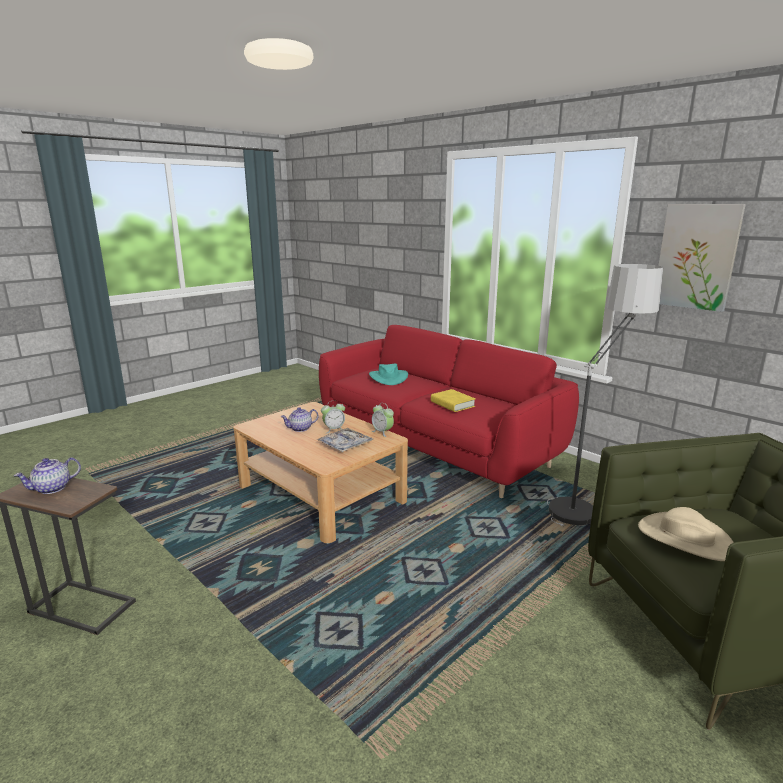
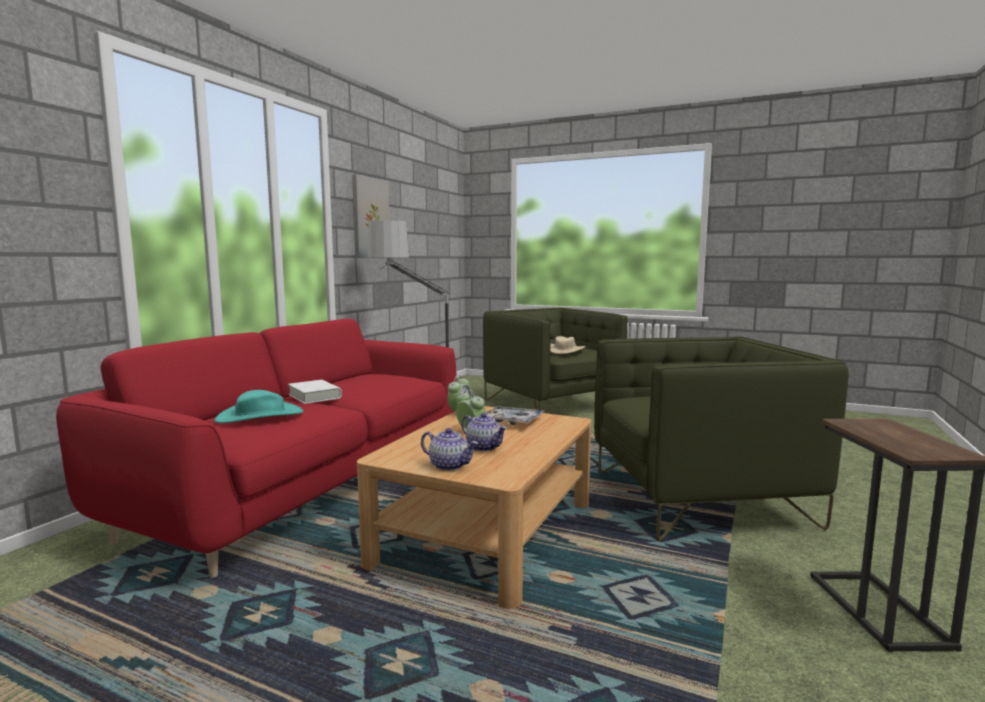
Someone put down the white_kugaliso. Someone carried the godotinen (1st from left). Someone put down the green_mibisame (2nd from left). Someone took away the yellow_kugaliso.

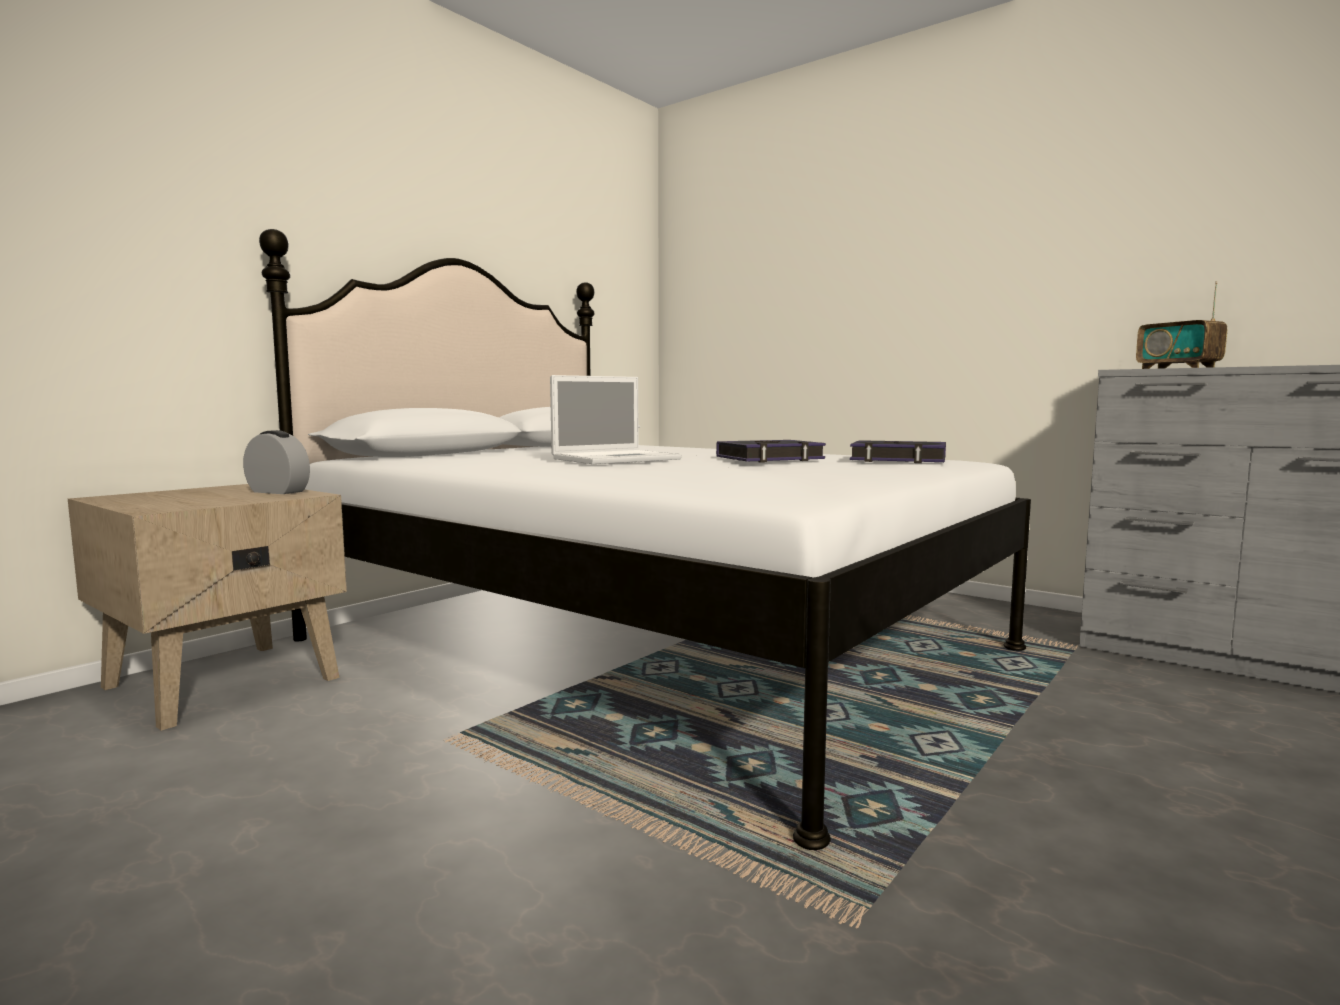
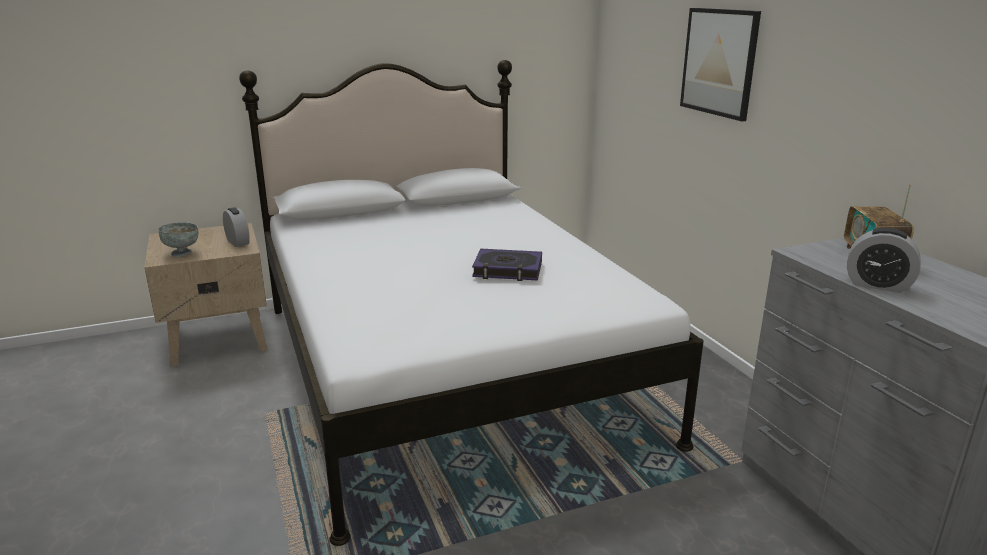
Someone put down the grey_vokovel. Someone put up the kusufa. Someone put down the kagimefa (2nd from left). Someone took away the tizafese. Someone took away the kugaliso (2nd from left).

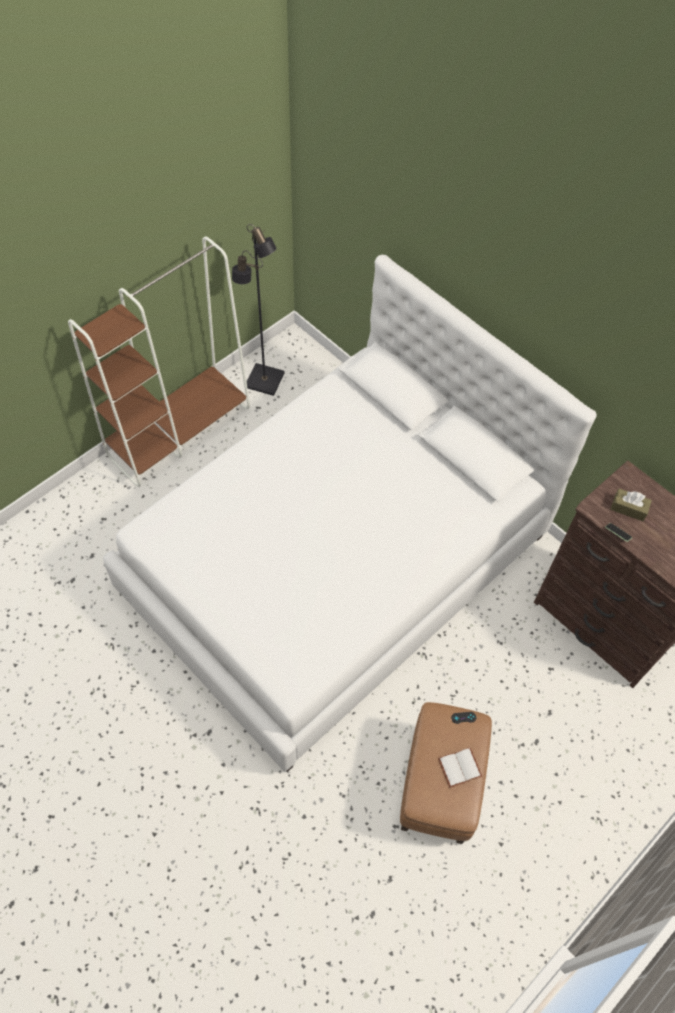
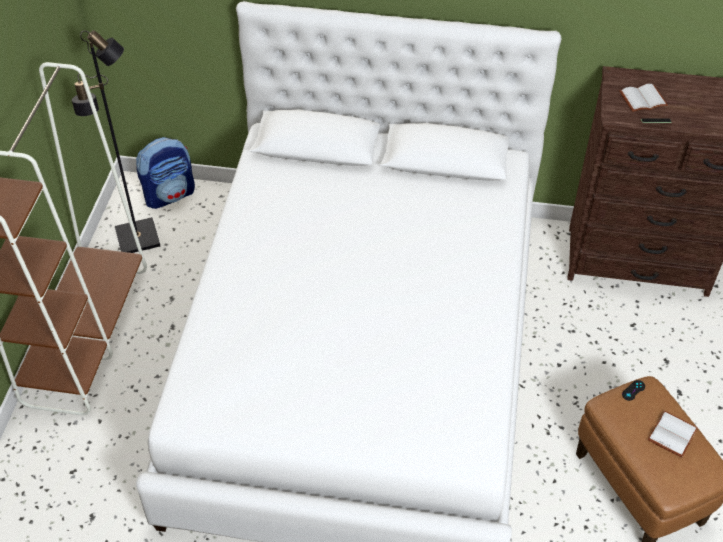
Someone put down the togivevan. Someone swapped the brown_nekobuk for the white_kugaliso (1st from left).

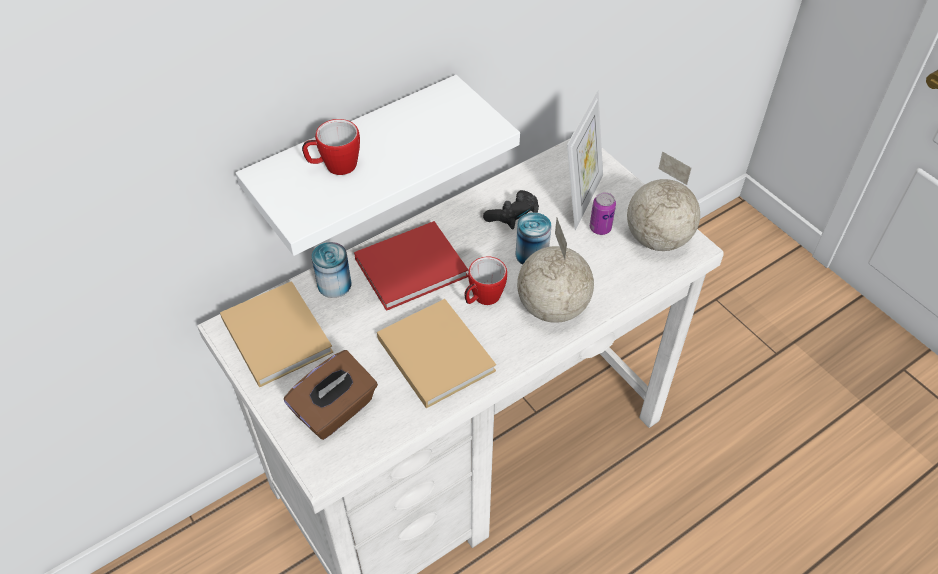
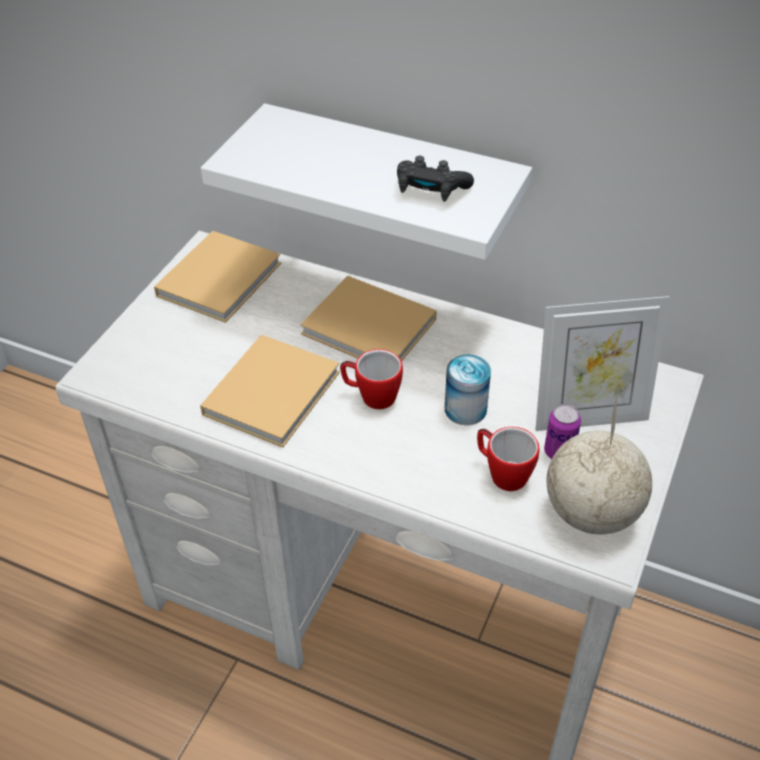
Someone repainted the red_kugaliso, which became the beige_kugaliso (3rd from left). Someone carried the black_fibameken. Someone carried the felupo (1st from left in the first image). Someone took away the brown_nekobuk. Someone took away the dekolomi (1st from left). Someone took away the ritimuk (1st from left).

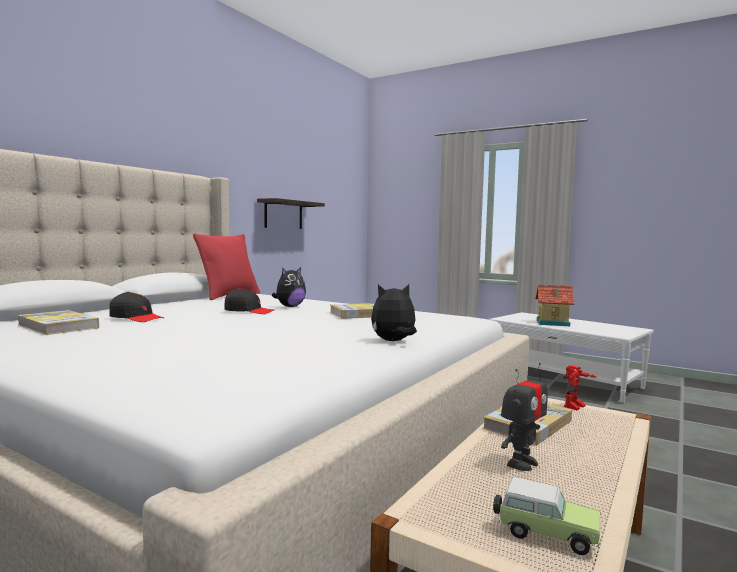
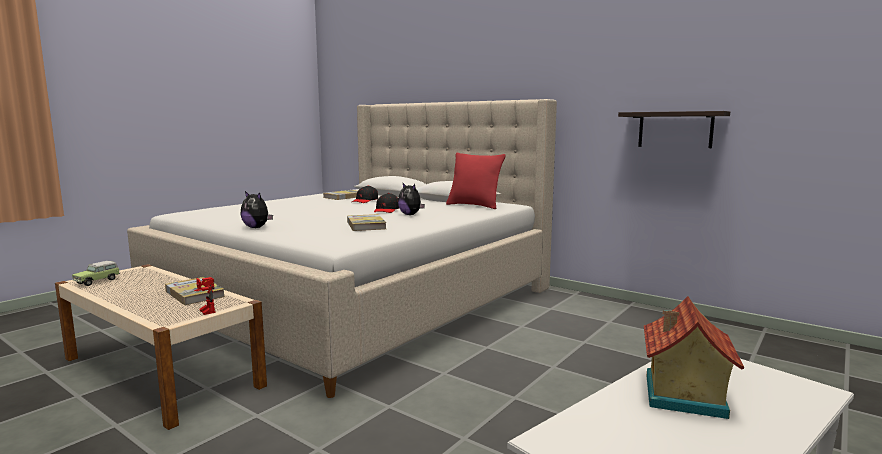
Someone rotated the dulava (2nd from left in the first image) by 135 degrees clockwise. Someone took away the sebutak (1st from left).

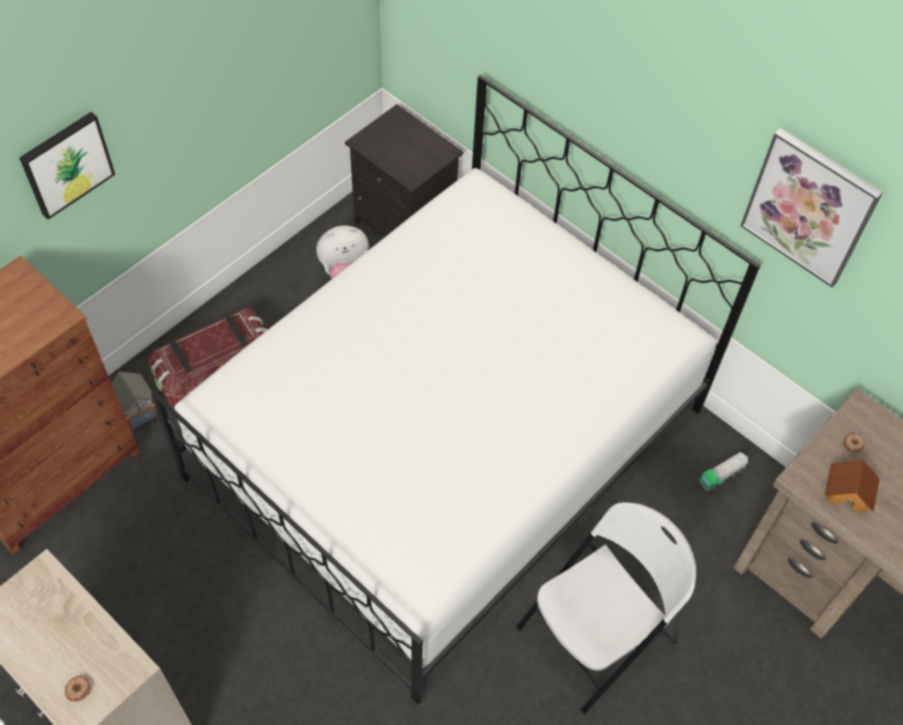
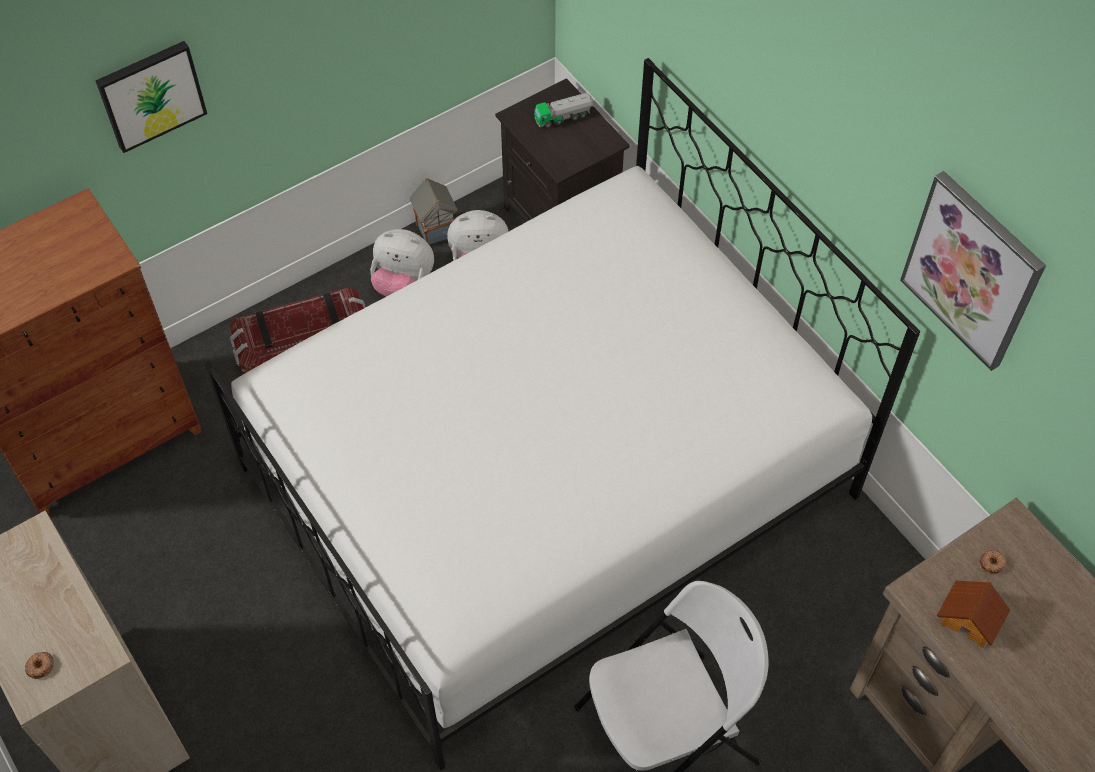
Someone put down the dulava (1st from left). Someone carried the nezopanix (1st from left). Someone carried the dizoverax.

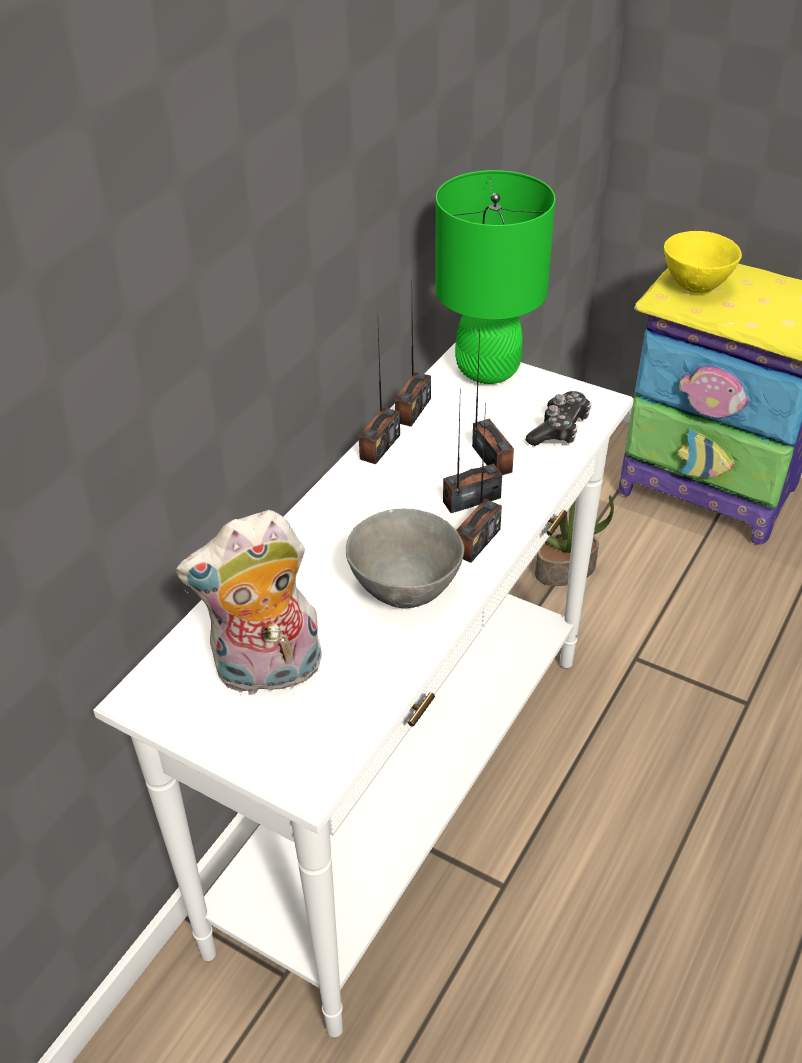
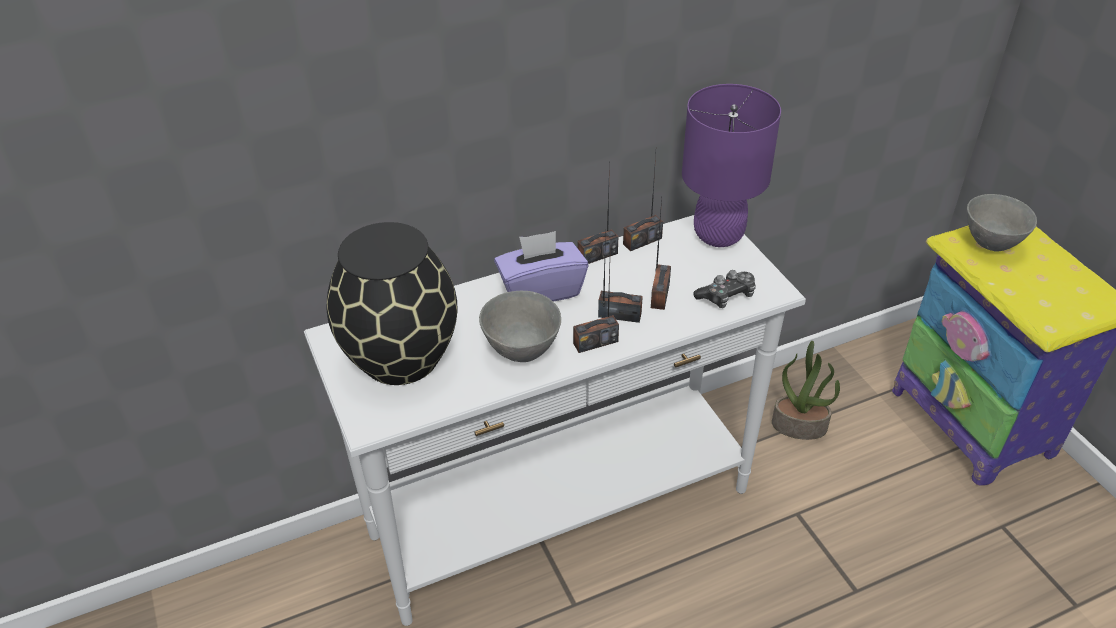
Someone swapped the dulava for the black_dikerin. Someone put down the purple_nekobuk. Someone repainted the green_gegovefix, which became the purple_gegovefix. Someone repainted the yellow_vokovel, which became the grey_vokovel (2nd from left).

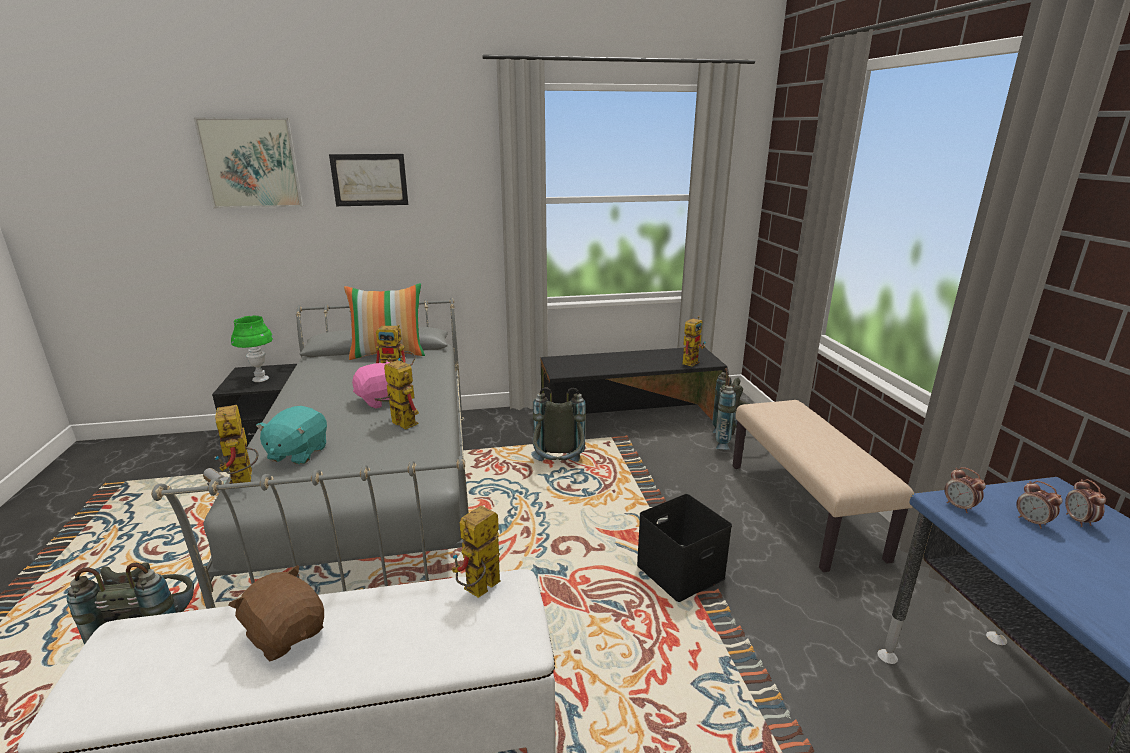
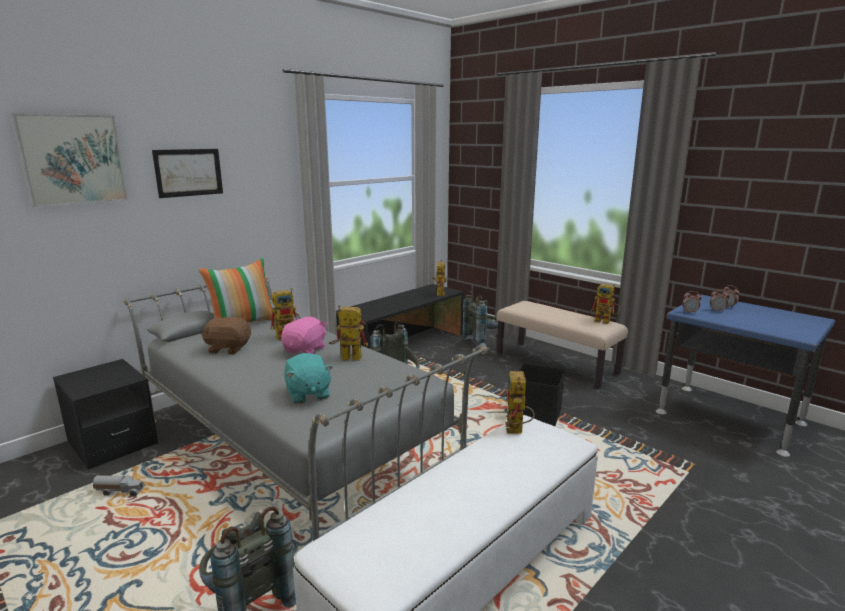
Someone carried the brown_dulava. Someone carried the sebutak (1st from left in the first image). Someone took away the green_gegovefix.

